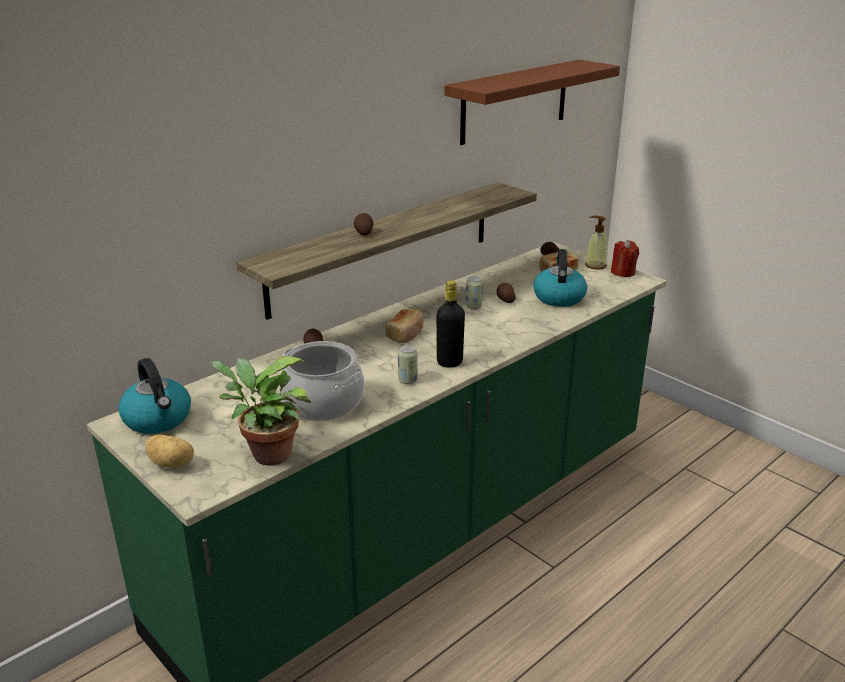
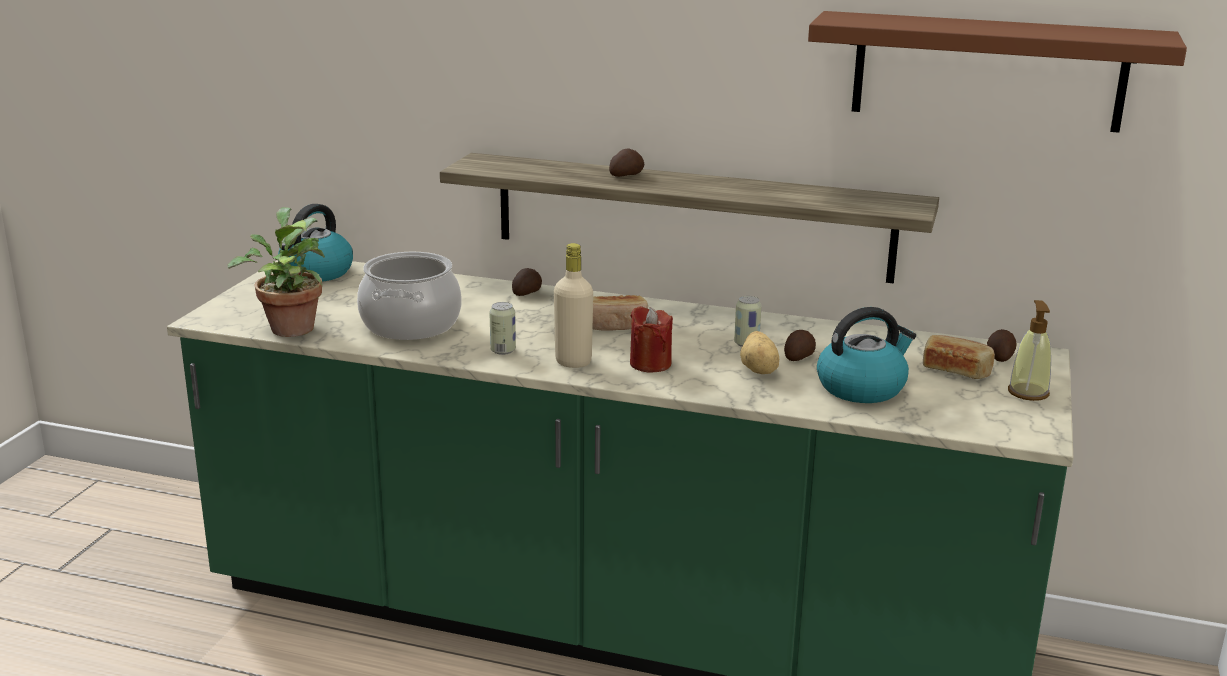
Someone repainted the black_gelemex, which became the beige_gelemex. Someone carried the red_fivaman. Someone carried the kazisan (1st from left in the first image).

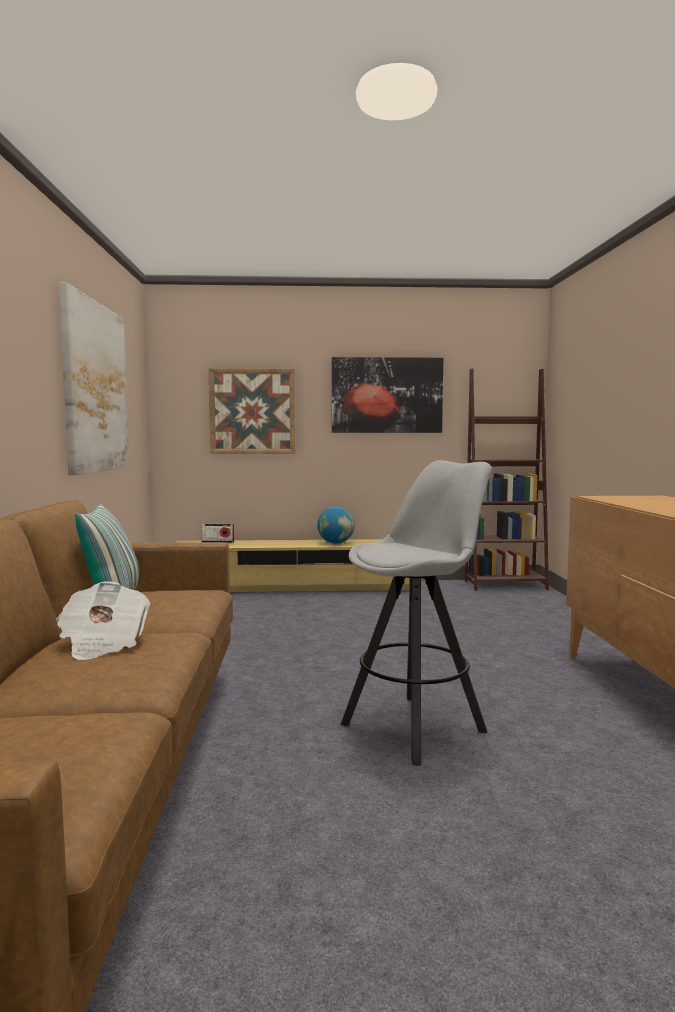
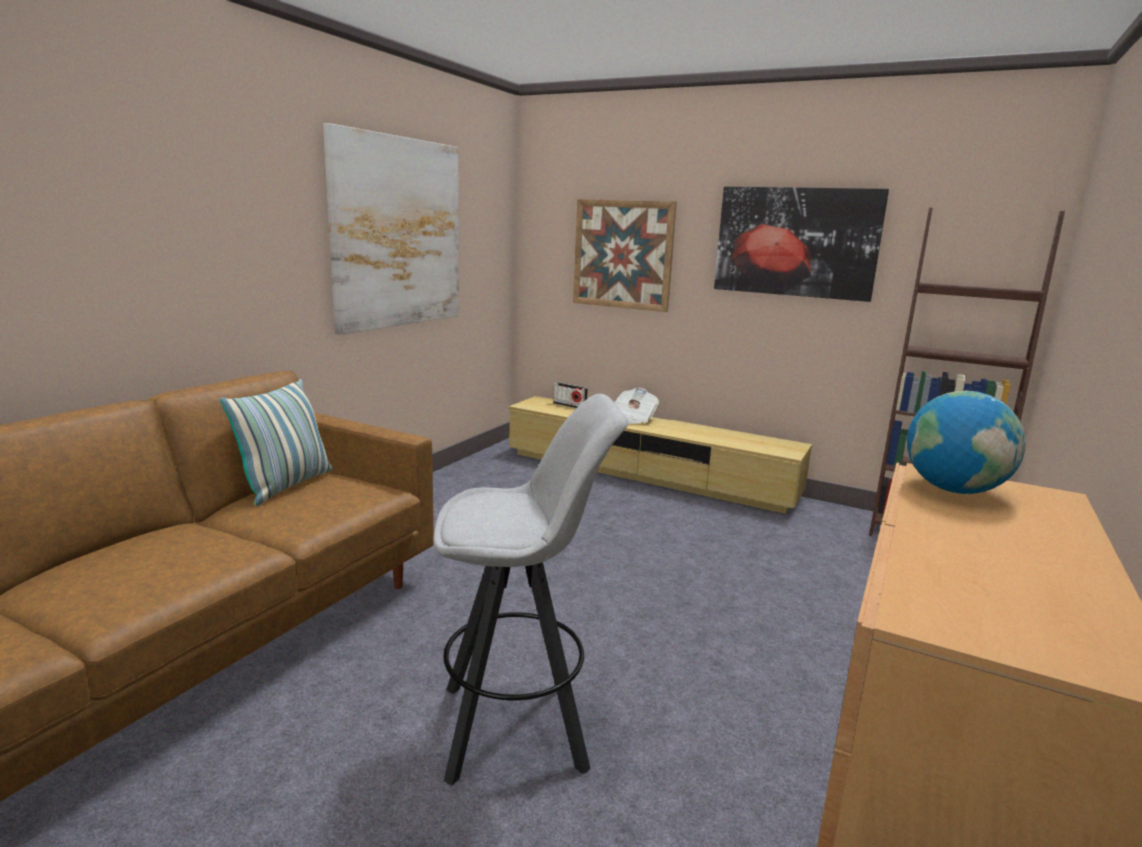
Someone carried the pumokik. Someone carried the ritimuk.

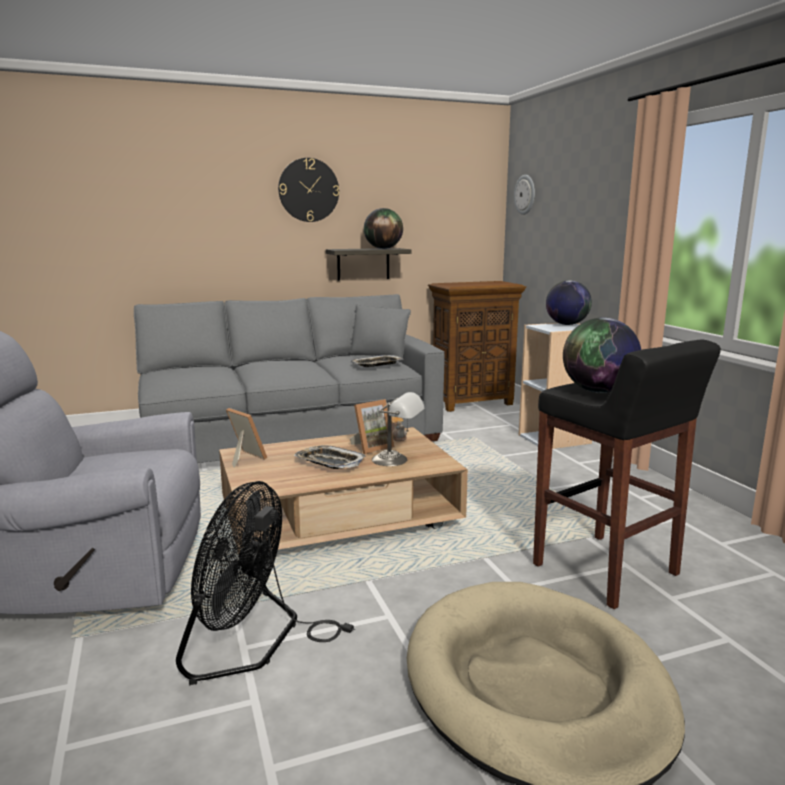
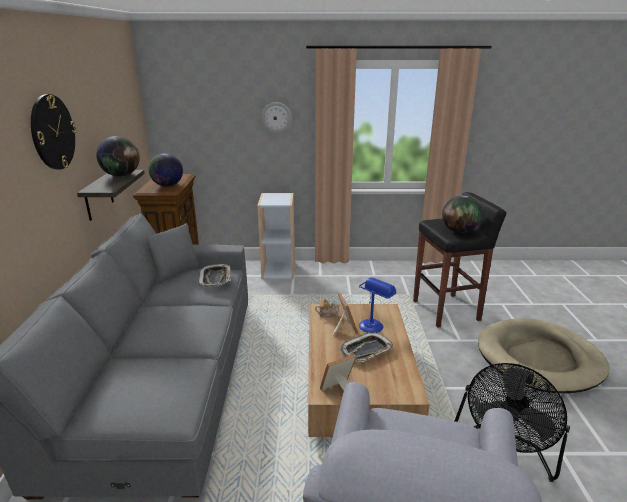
Someone carried the ritimuk (2nd from left). Someone carried the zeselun (2nd from left). Someone repainted the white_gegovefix, which became the blue_gegovefix.

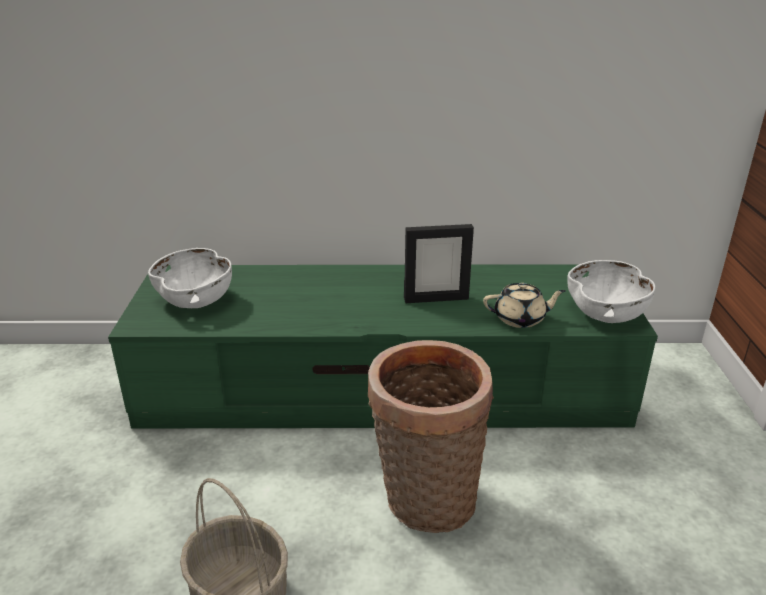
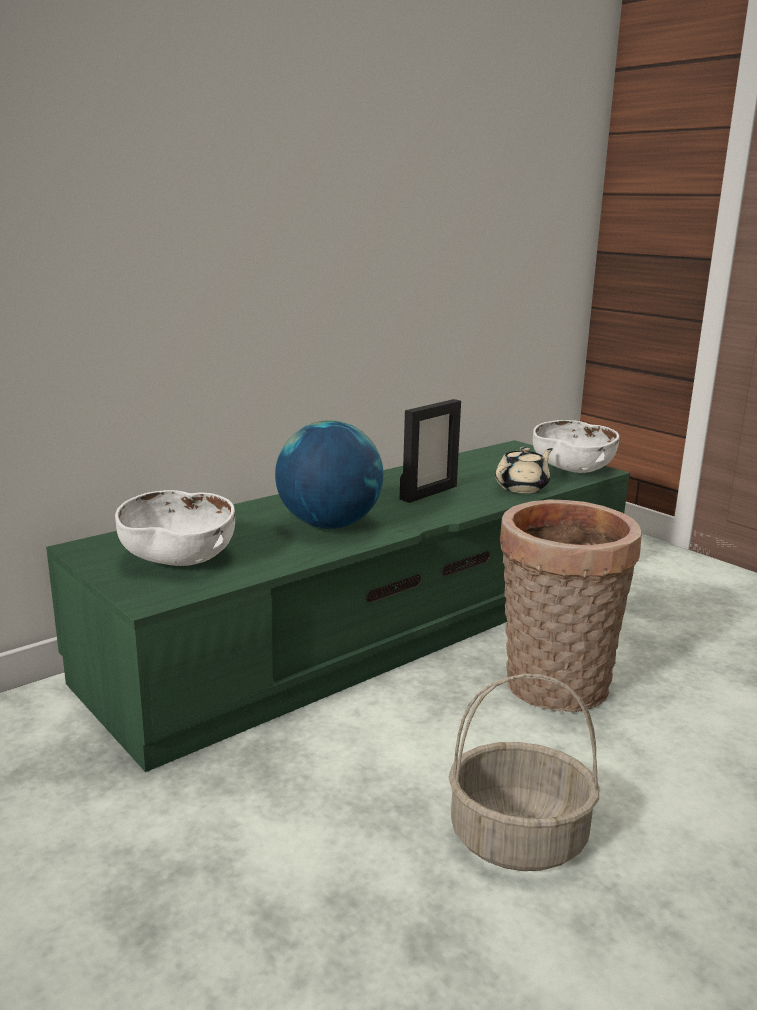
Someone put down the ritimuk.

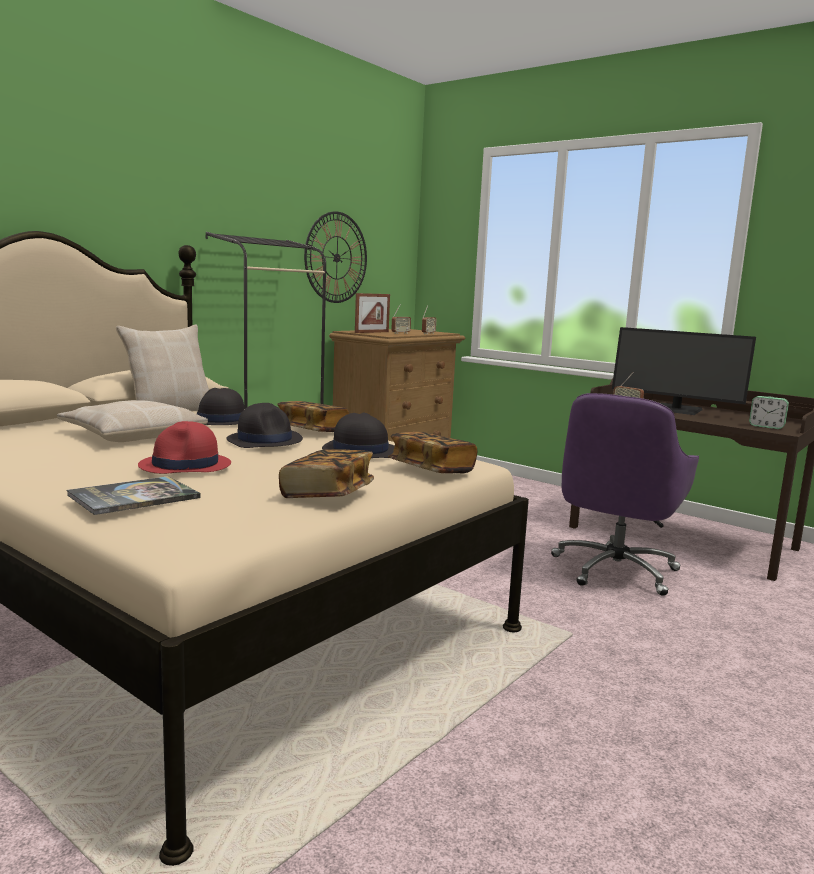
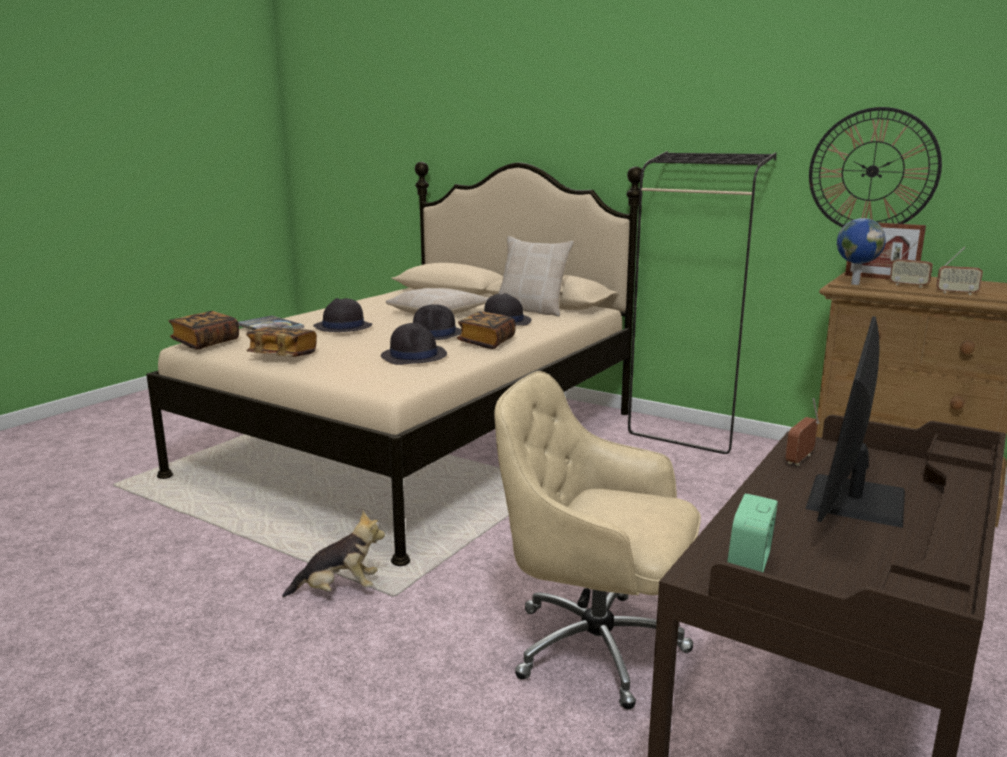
Someone carried the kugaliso (4th from left in the first image). Someone put down the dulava. Someone repainted the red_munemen, which became the black_munemen (1st from left). Someone repainted the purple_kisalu, which became the beige_kisalu. Someone put down the ritimuk.

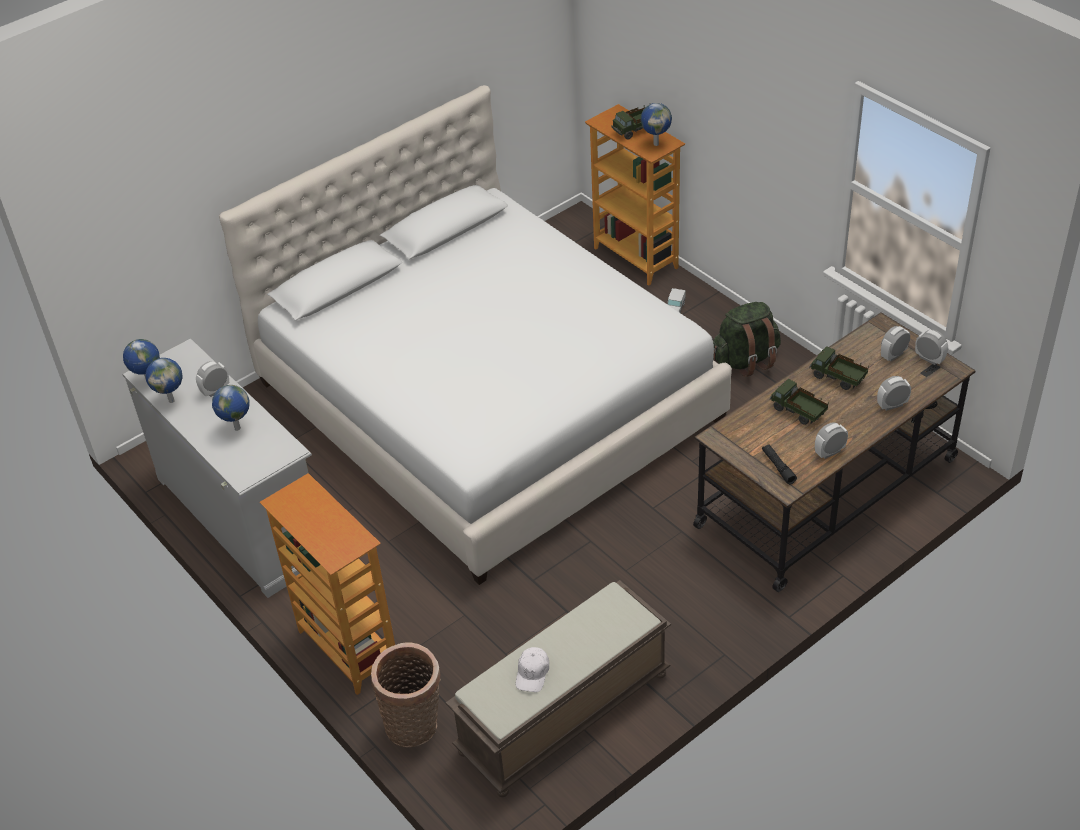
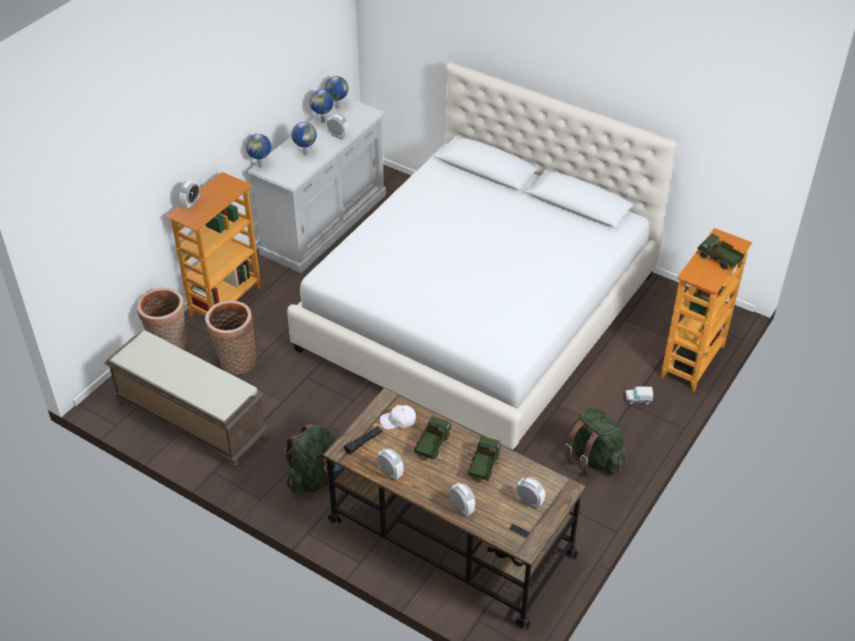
Someone carried the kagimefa (5th from left in the first image). Someone put down the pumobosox (2nd from left). Someone carried the ritimuk (4th from left in the first image). Someone put down the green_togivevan (1st from left). Someone carried the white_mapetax.

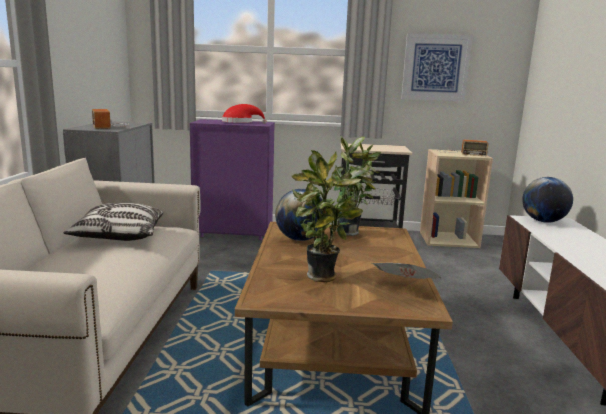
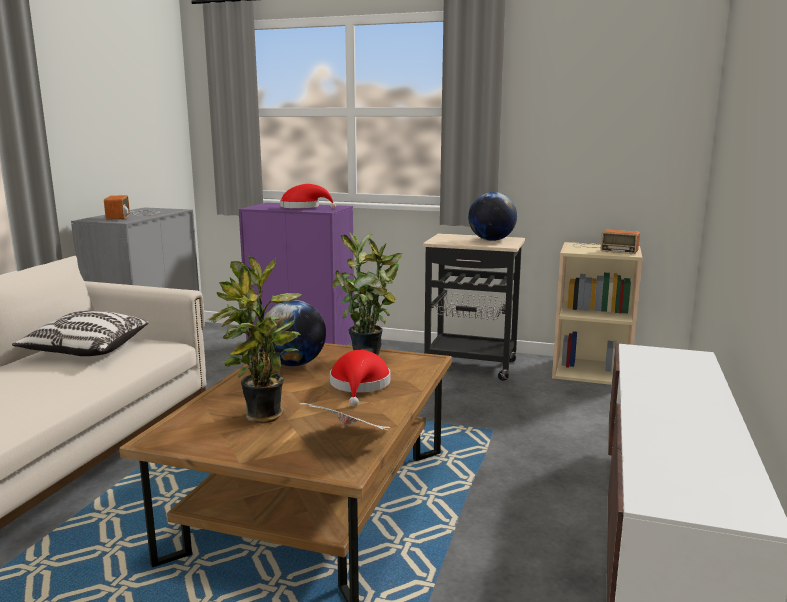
Someone put down the red_munemen (2nd from left). Someone carried the ritimuk (2nd from left). Someone took away the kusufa.

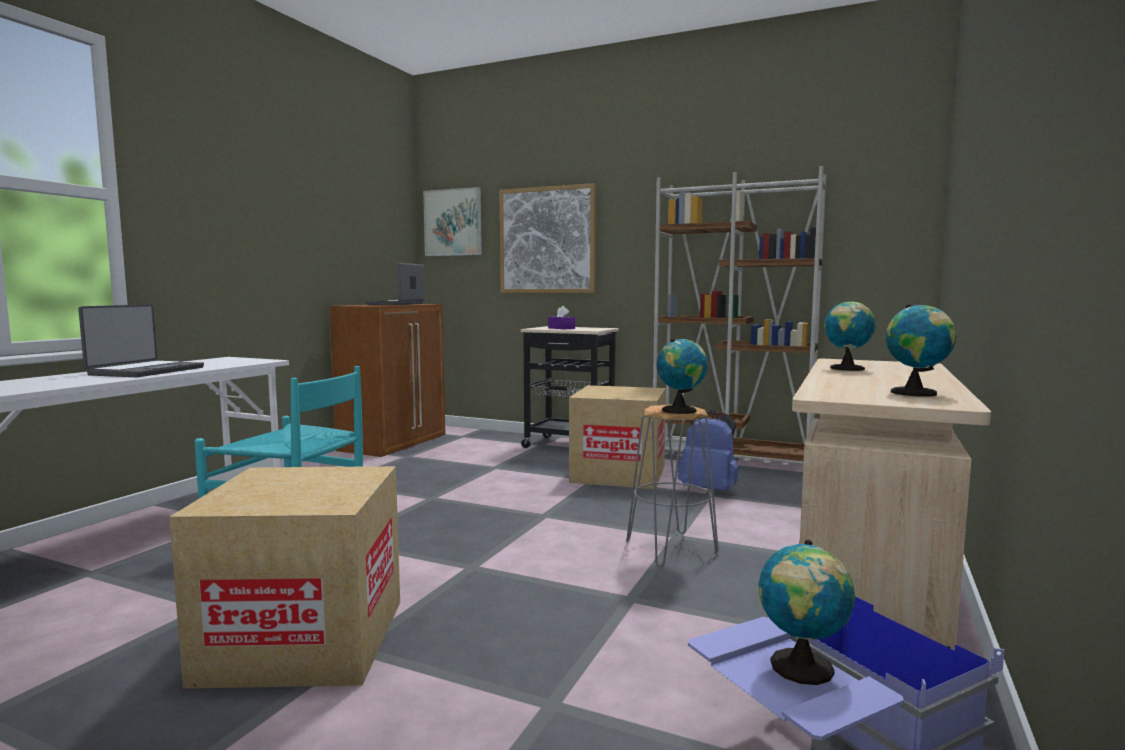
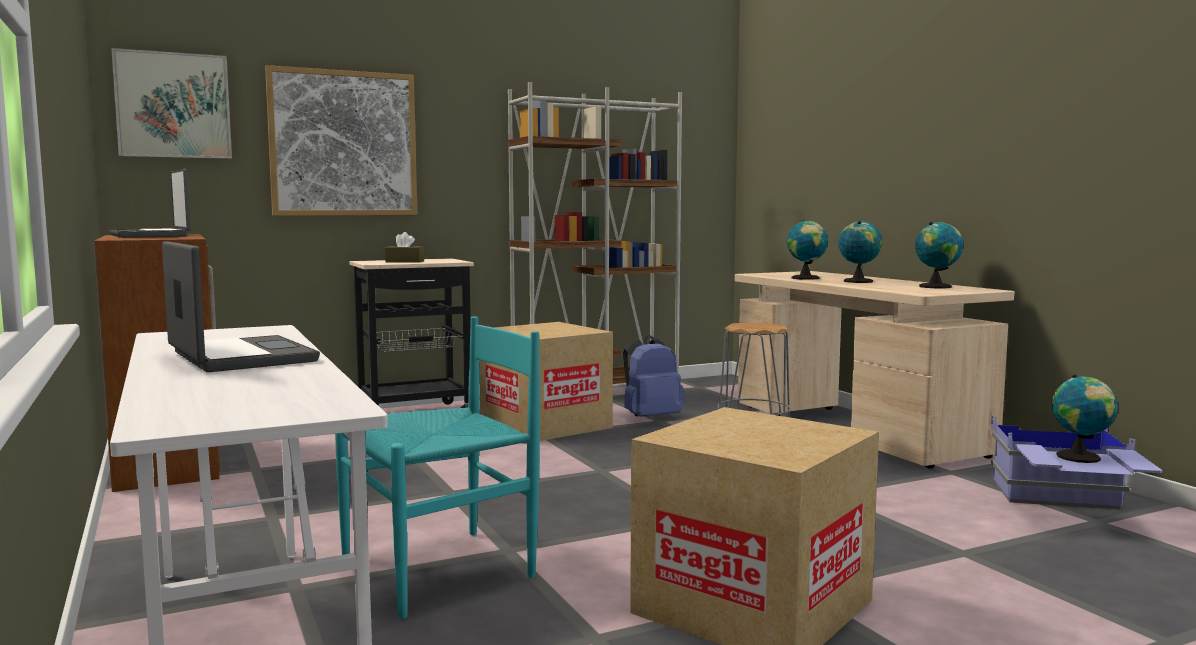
Someone repainted the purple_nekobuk, which became the brown_nekobuk. Someone carried the ritimuk (1st from left in the first image).

